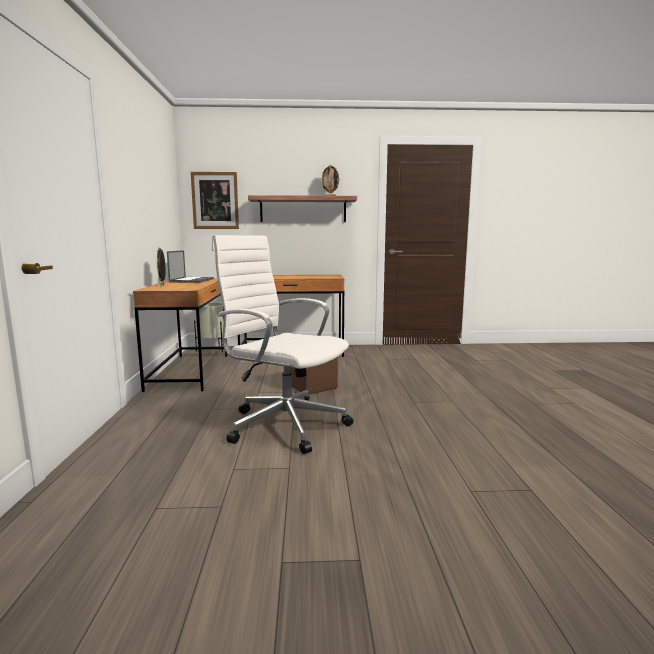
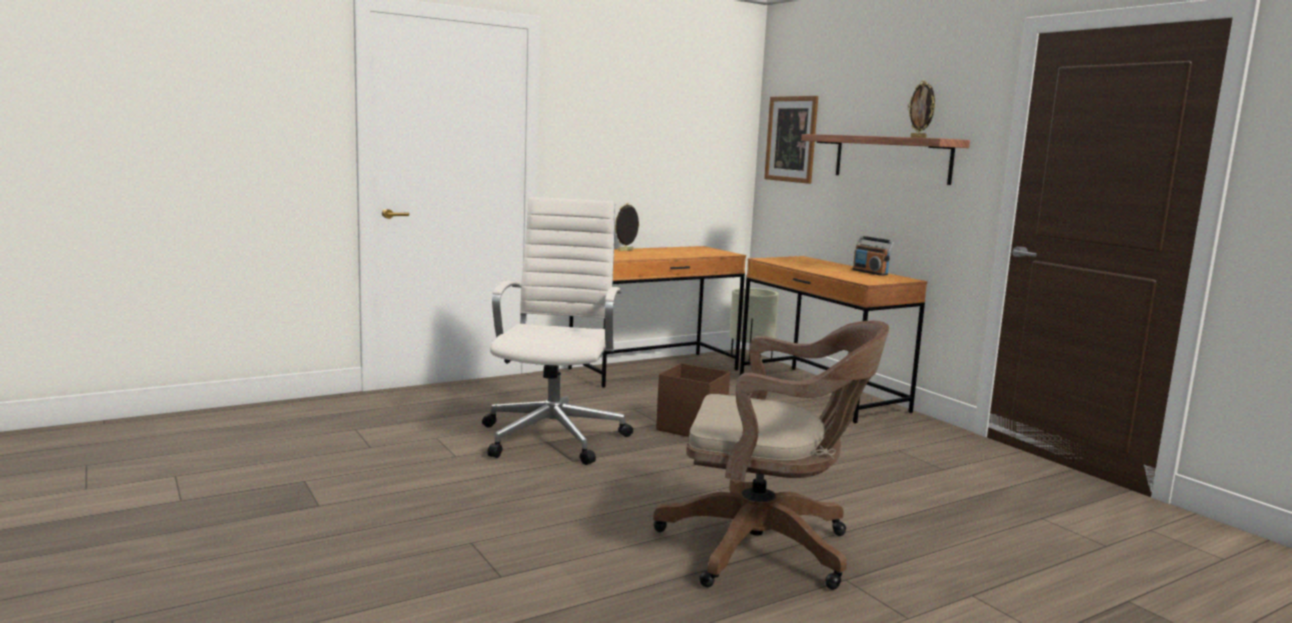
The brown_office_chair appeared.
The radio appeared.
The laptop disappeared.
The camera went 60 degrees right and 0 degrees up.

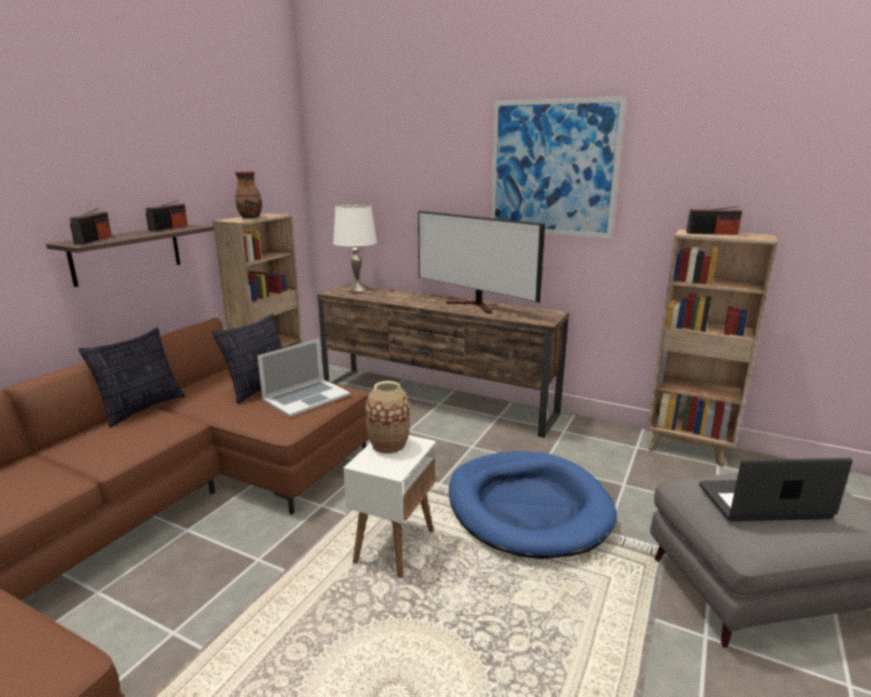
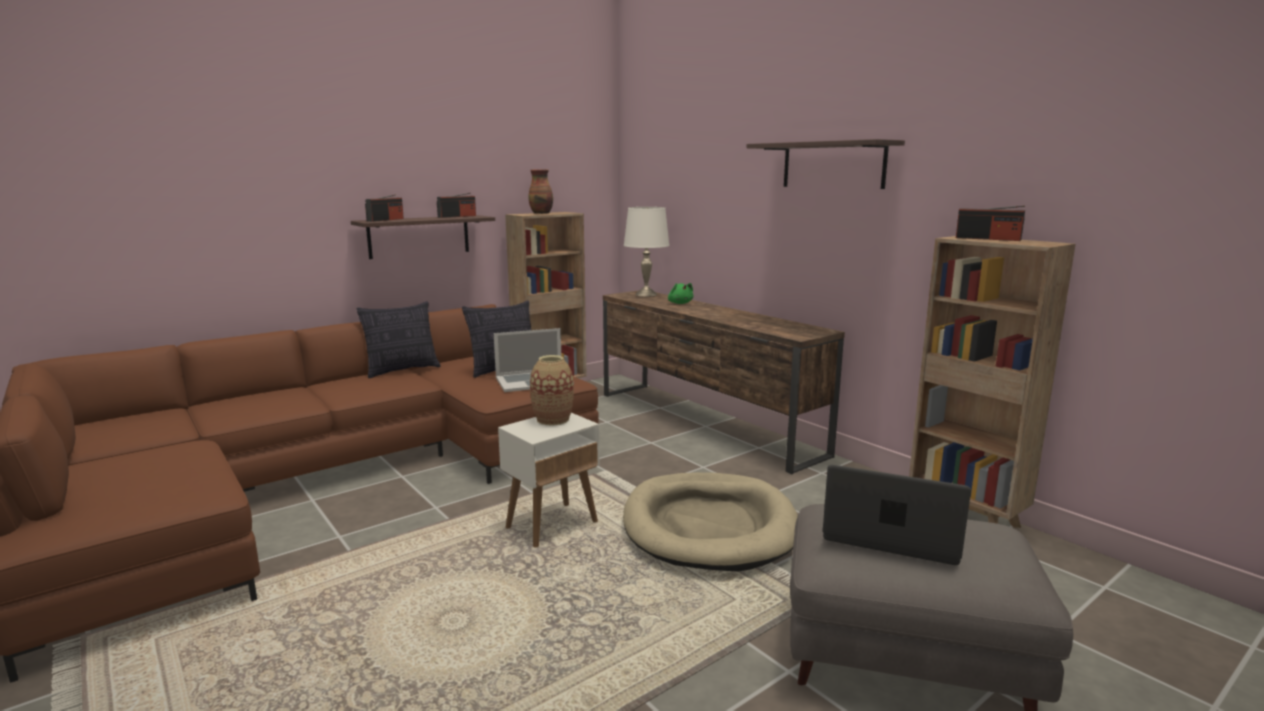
The blue_dog_bed became the beige_dog_bed.
The green_plush_toy appeared.
The picture was replaced by the shelf (2nd from left).
The television disappeared.
The camera went 25 degrees right and 5 degrees down.

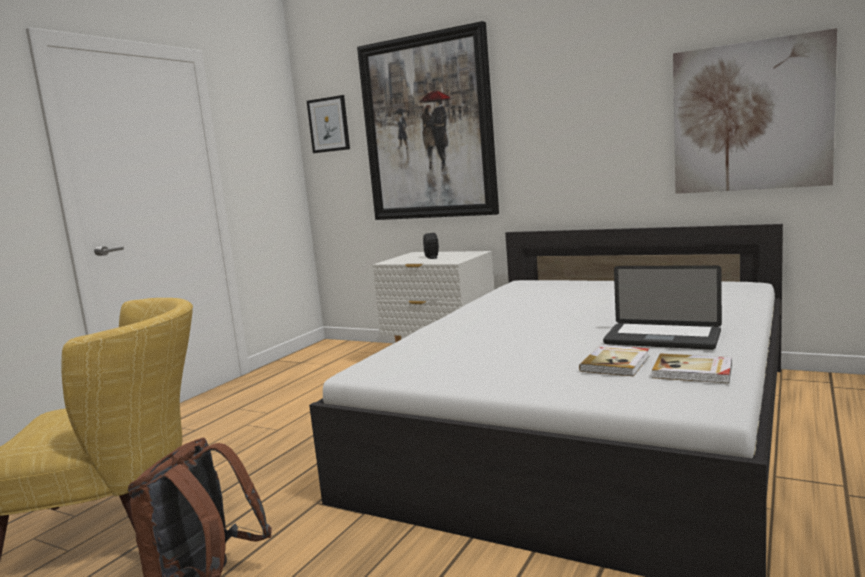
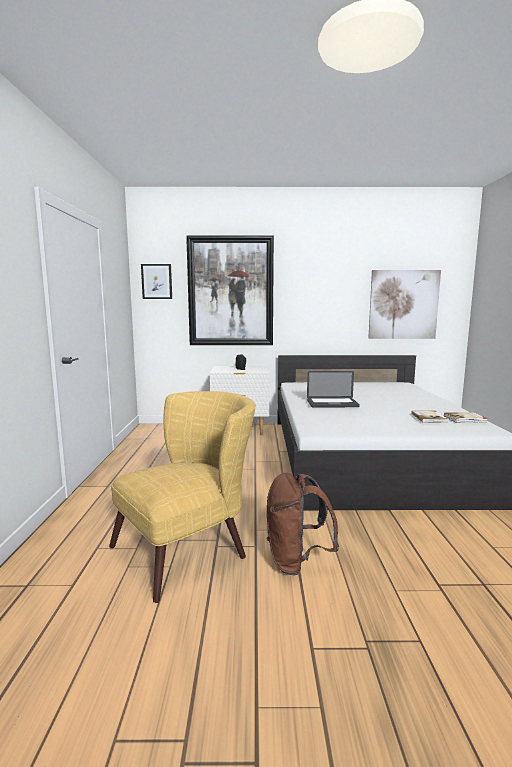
The laptop moved.
The camera went 30 degrees left and 0 degrees up.

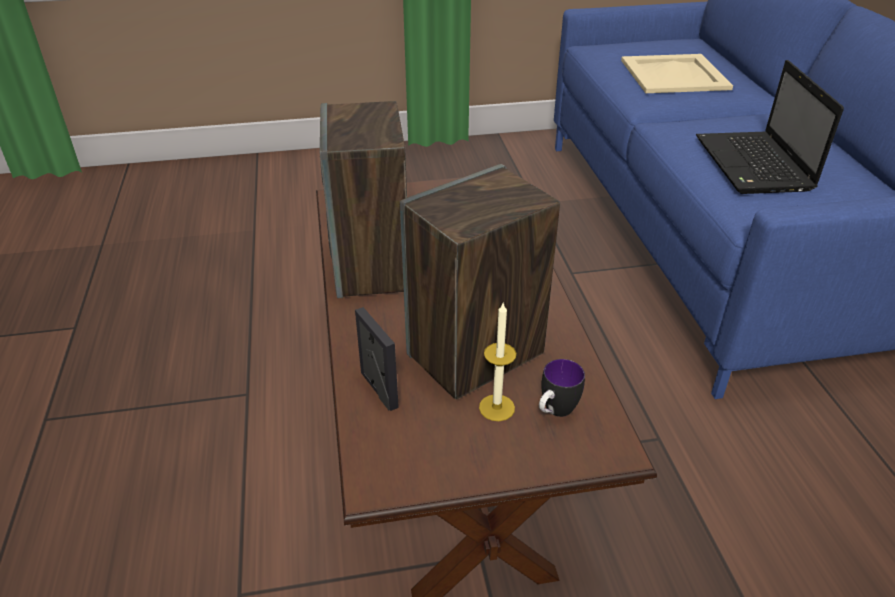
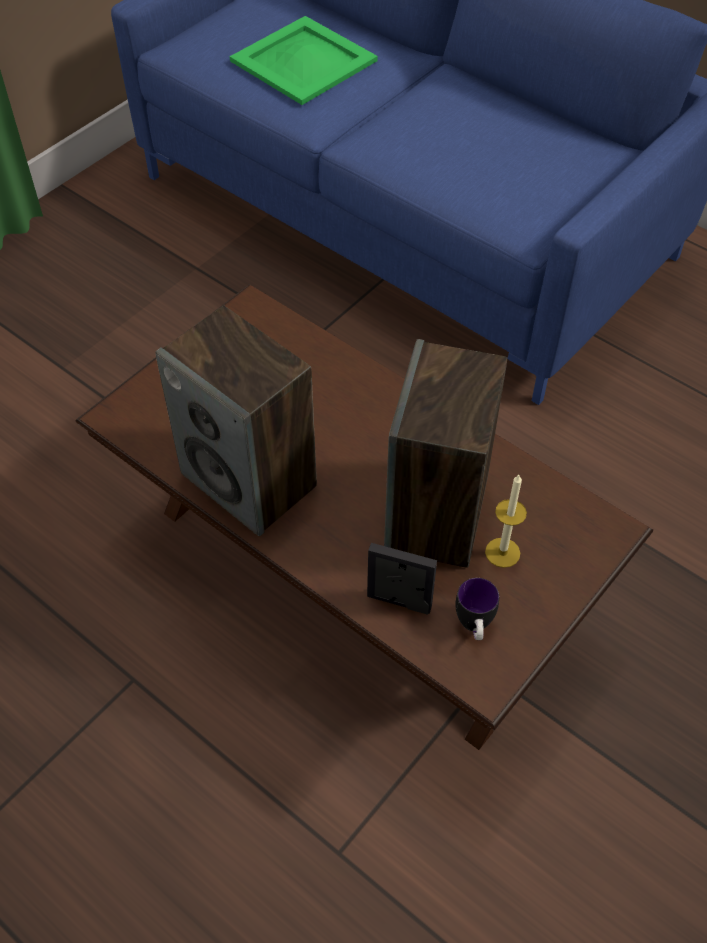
The beige_tray became the green_tray.
The mug moved.
The laptop disappeared.
The camera went 40 degrees left and 15 degrees up.

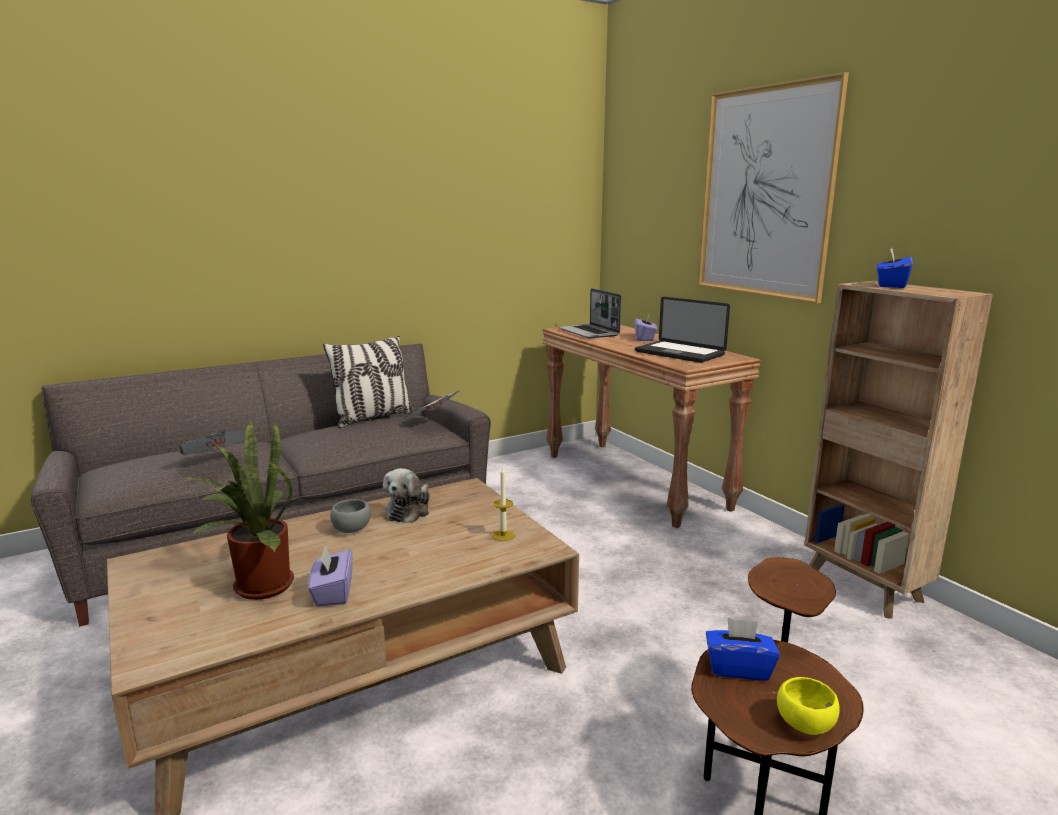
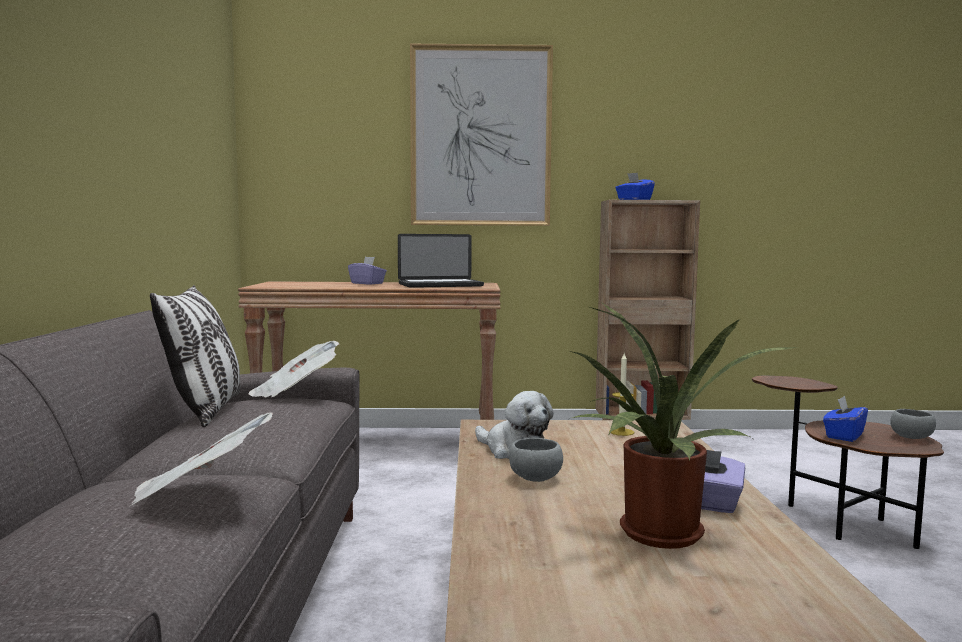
The yellow_bowl became the grey_bowl (2nd from left).
The laptop (1st from left) disappeared.
The camera went 60 degrees left and 10 degrees down.

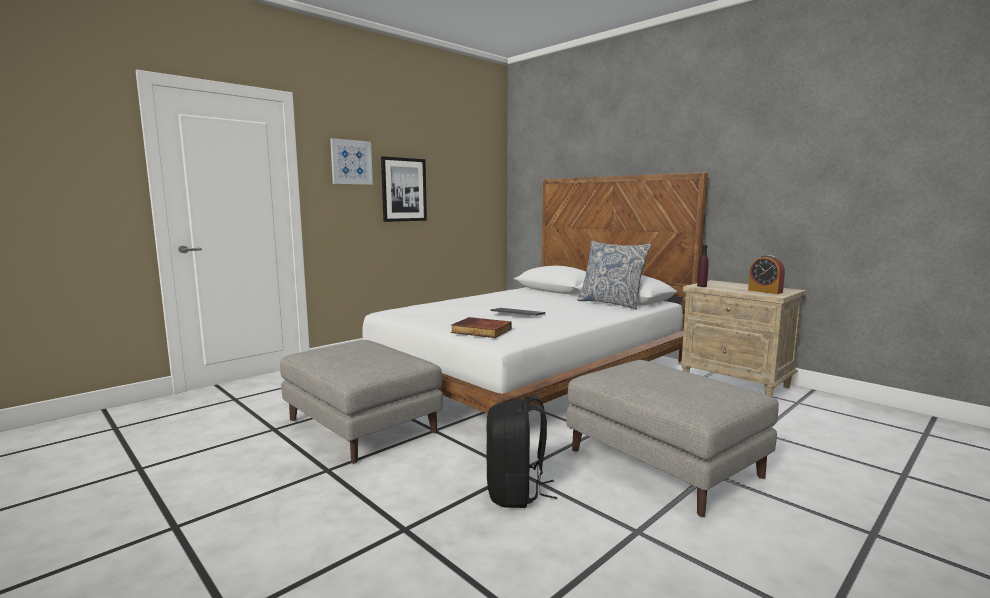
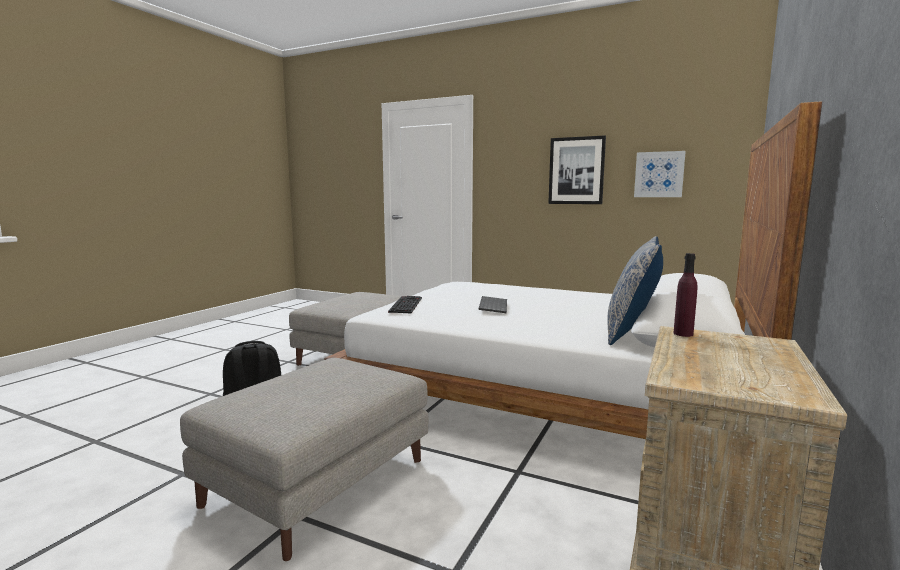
The book was replaced by the keyboard (1st from left).
The picture (1st from left in the first image) moved.
The alarm_clock disappeared.
The camera went 70 degrees right and 0 degrees up.

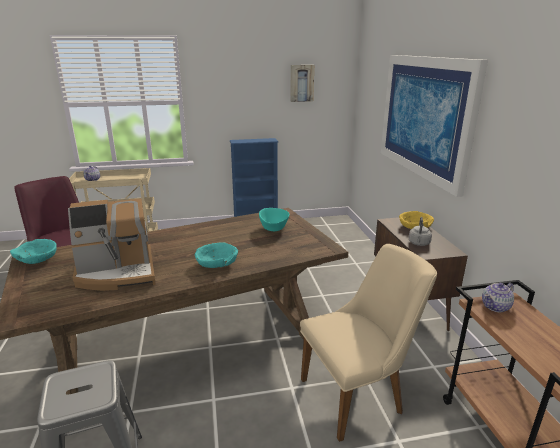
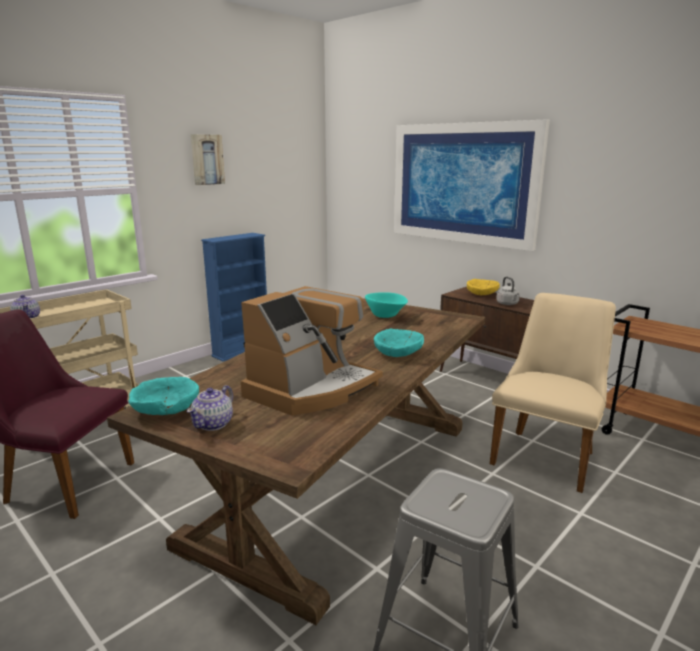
The teapot (2nd from left) moved.
The picture (1st from left) moved.
The camera went 35 degrees left and 5 degrees down.

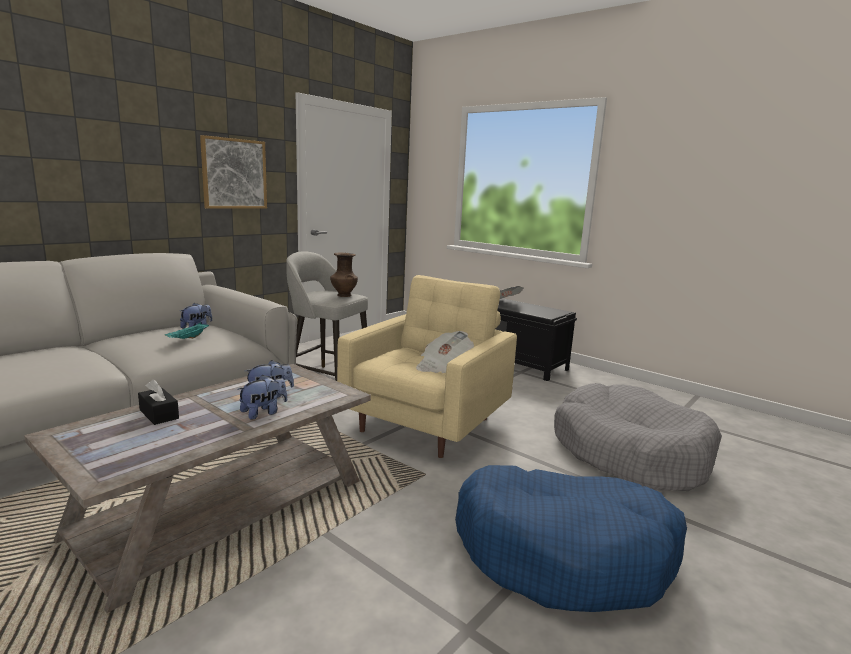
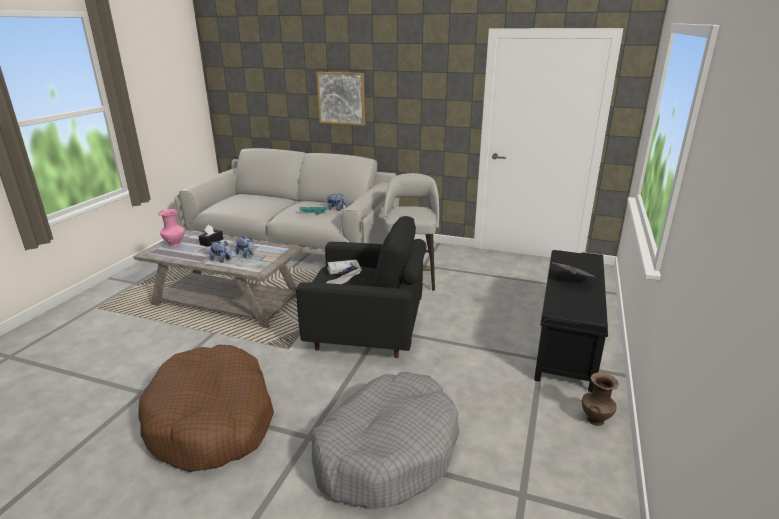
The blue_dog_bed became the brown_dog_bed.
The pink_vase appeared.
The beige_armchair became the black_armchair.
The picture moved.
The white_book appeared.
The brown_vase moved.
The camera went 70 degrees right and 10 degrees up.

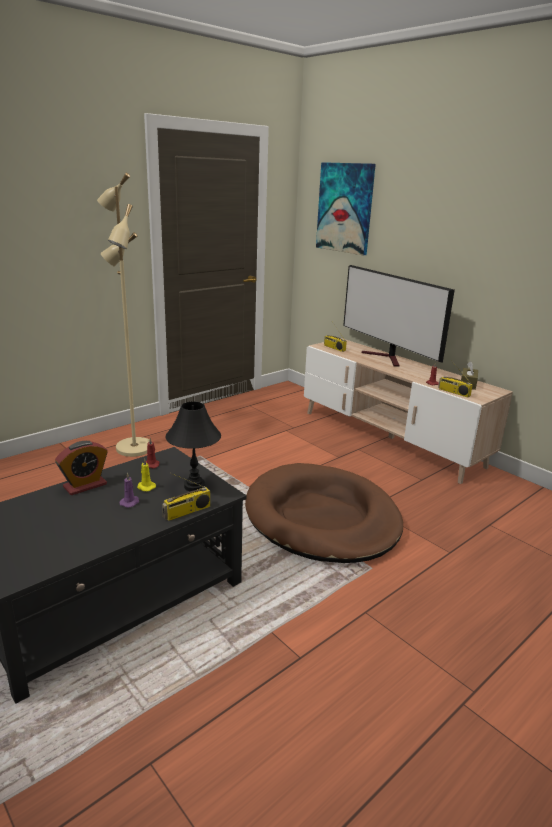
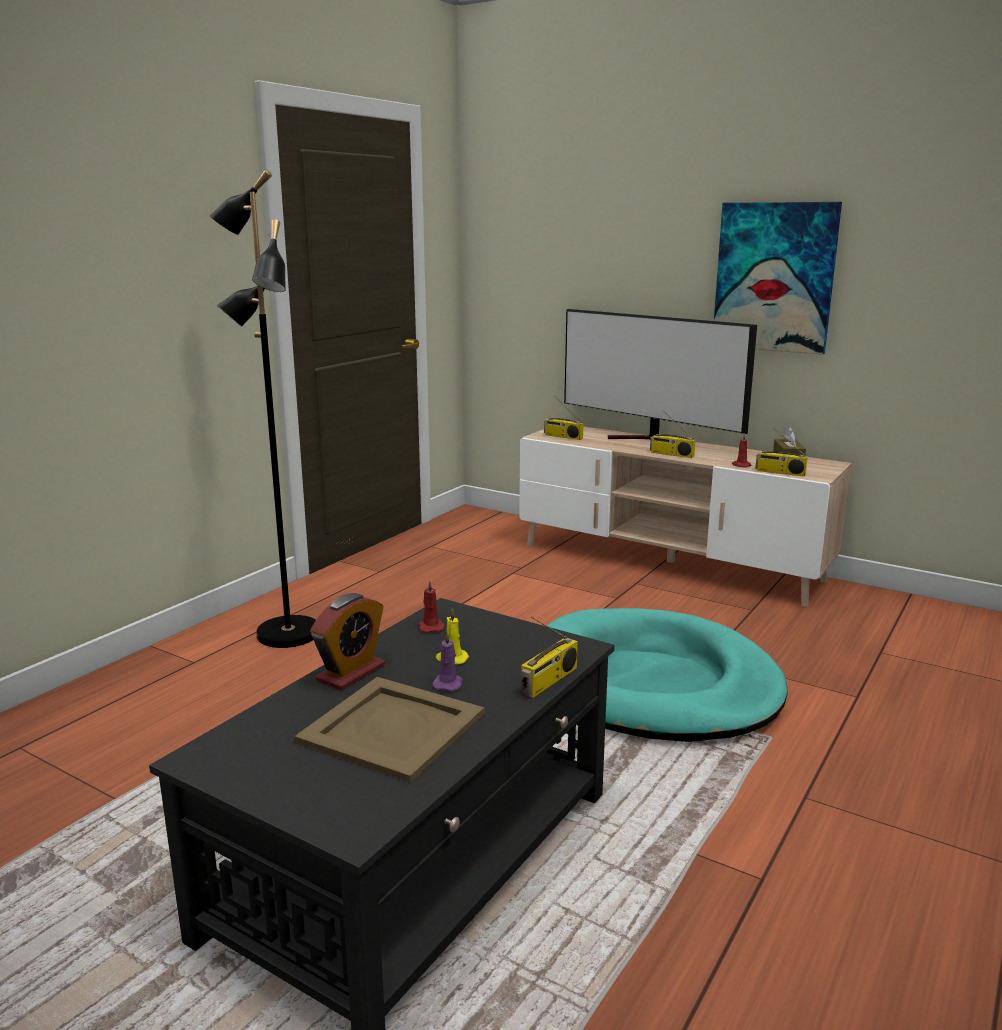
The beige_floor_lamp became the black_floor_lamp.
The beige_tray appeared.
The brown_dog_bed became the turquoise_dog_bed.
The radio (3rd from left) appeared.
The picture moved.
The black_table_lamp disappeared.
The camera went 15 degrees left and 5 degrees down.

